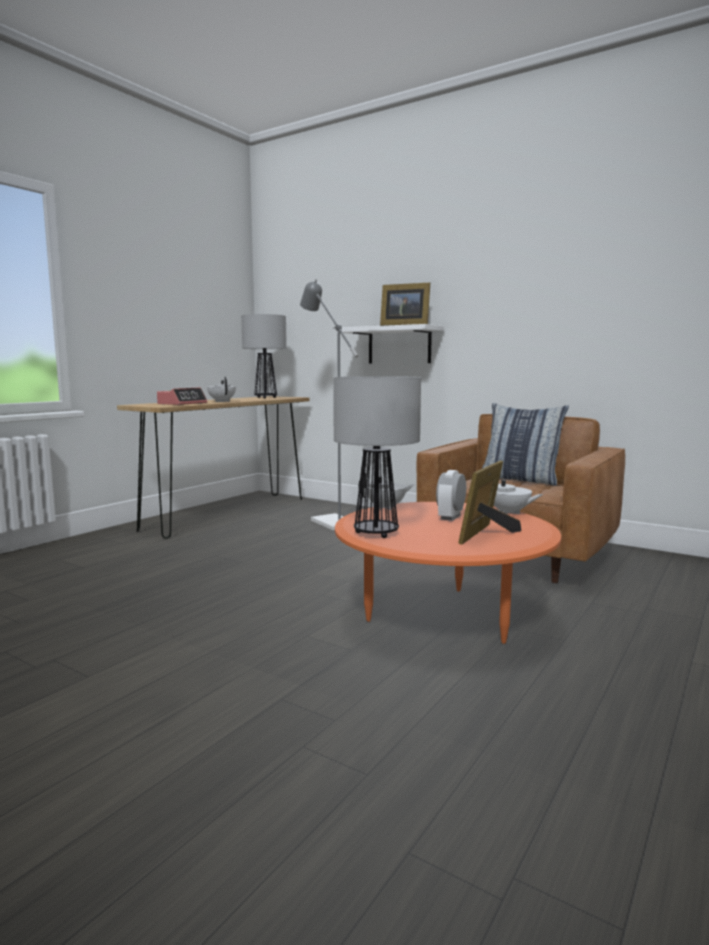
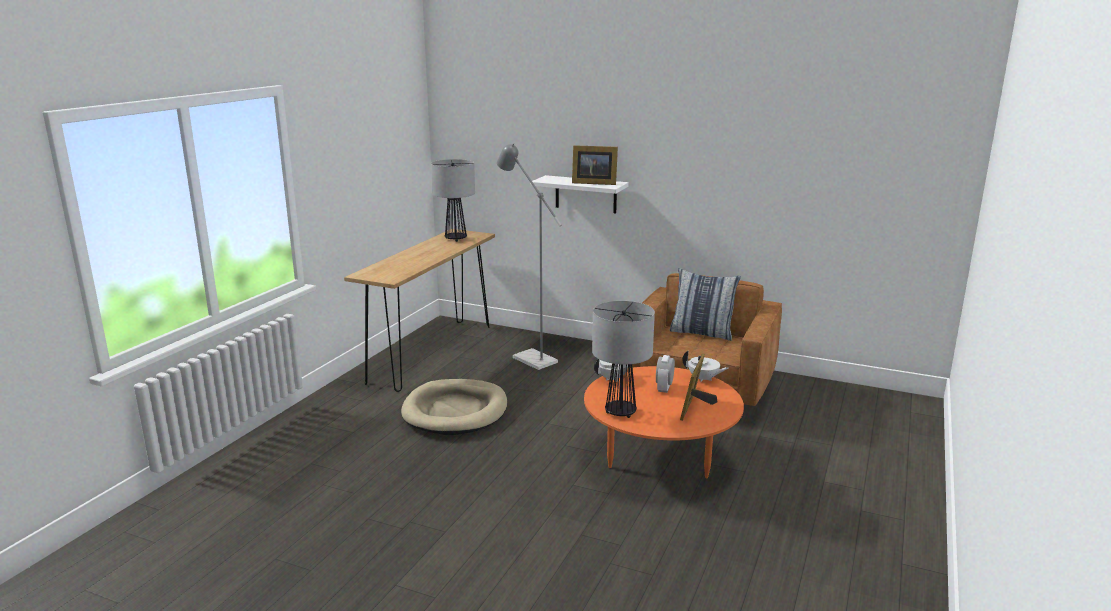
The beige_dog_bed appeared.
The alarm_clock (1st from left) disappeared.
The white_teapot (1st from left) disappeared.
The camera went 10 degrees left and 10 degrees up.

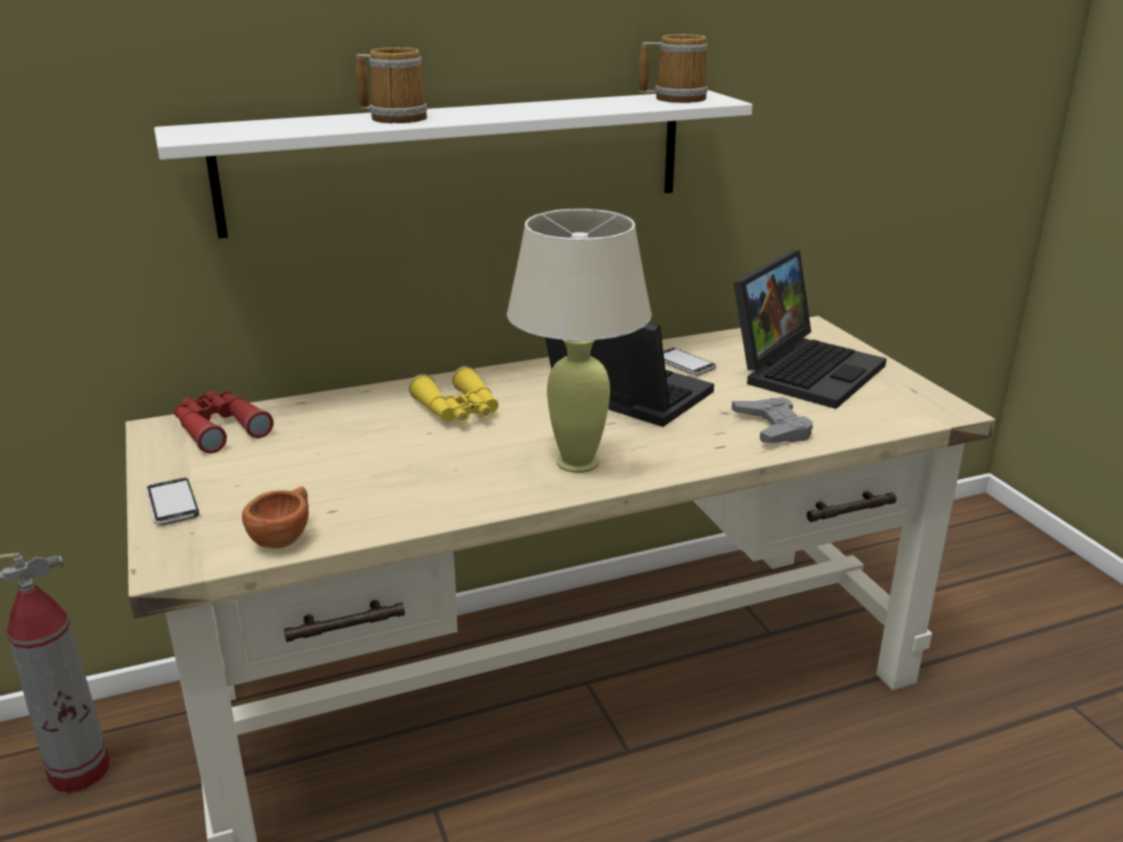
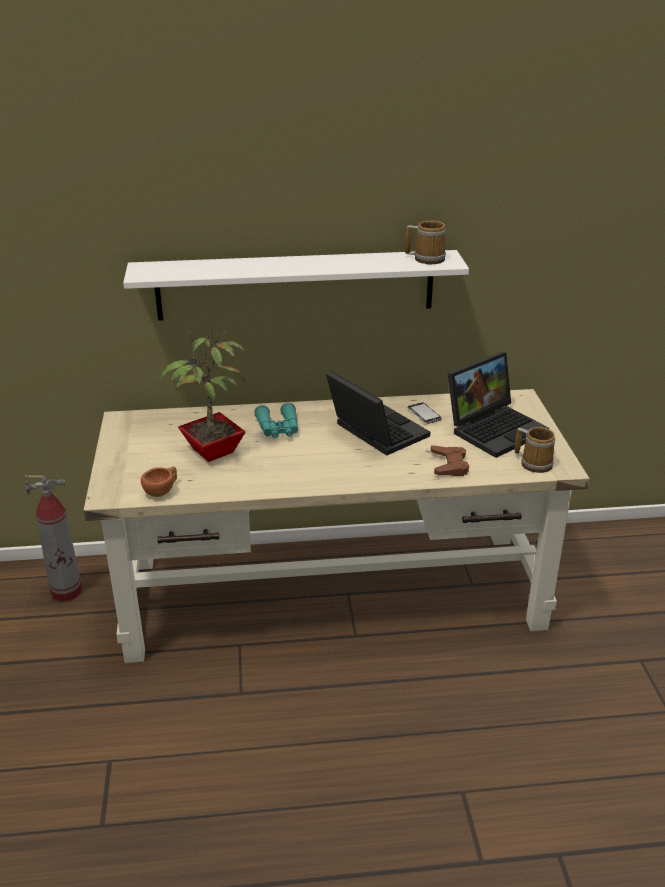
The potted_plant appeared.
The yellow_binoculars became the turquoise_binoculars.
The grey_game_controller became the brown_game_controller.
The mug (1st from left in the first image) moved.
The phone (1st from left) disappeared.
The red_binoculars disappeared.
The beige_table_lamp disappeared.
The camera went 15 degrees right and 5 degrees up.

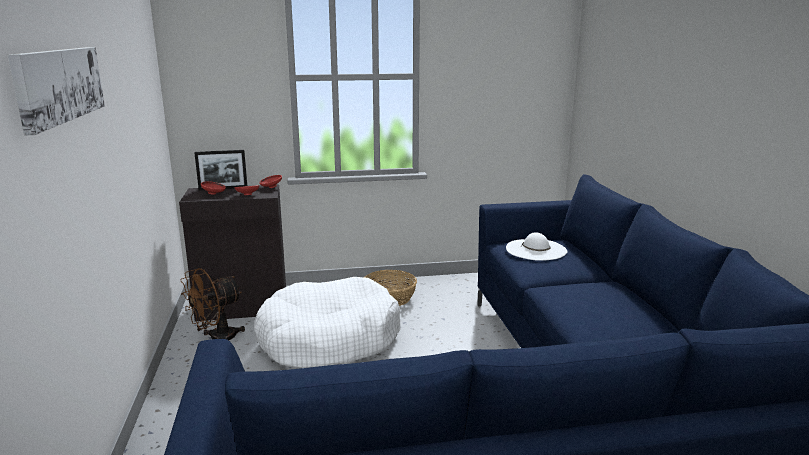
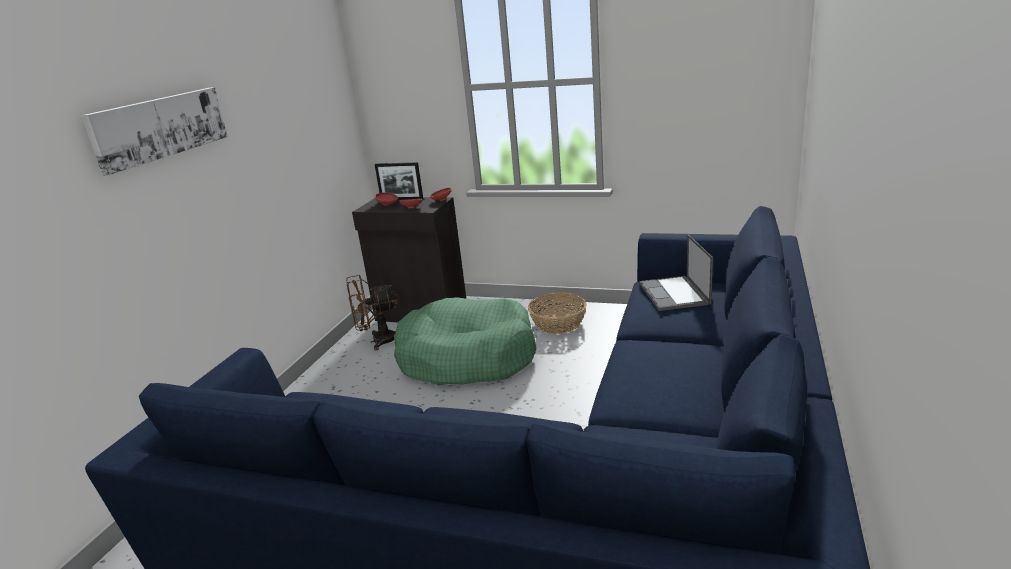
The white_dog_bed became the green_dog_bed.
The white_hat was replaced by the laptop.
The camera went 30 degrees right and 5 degrees up.

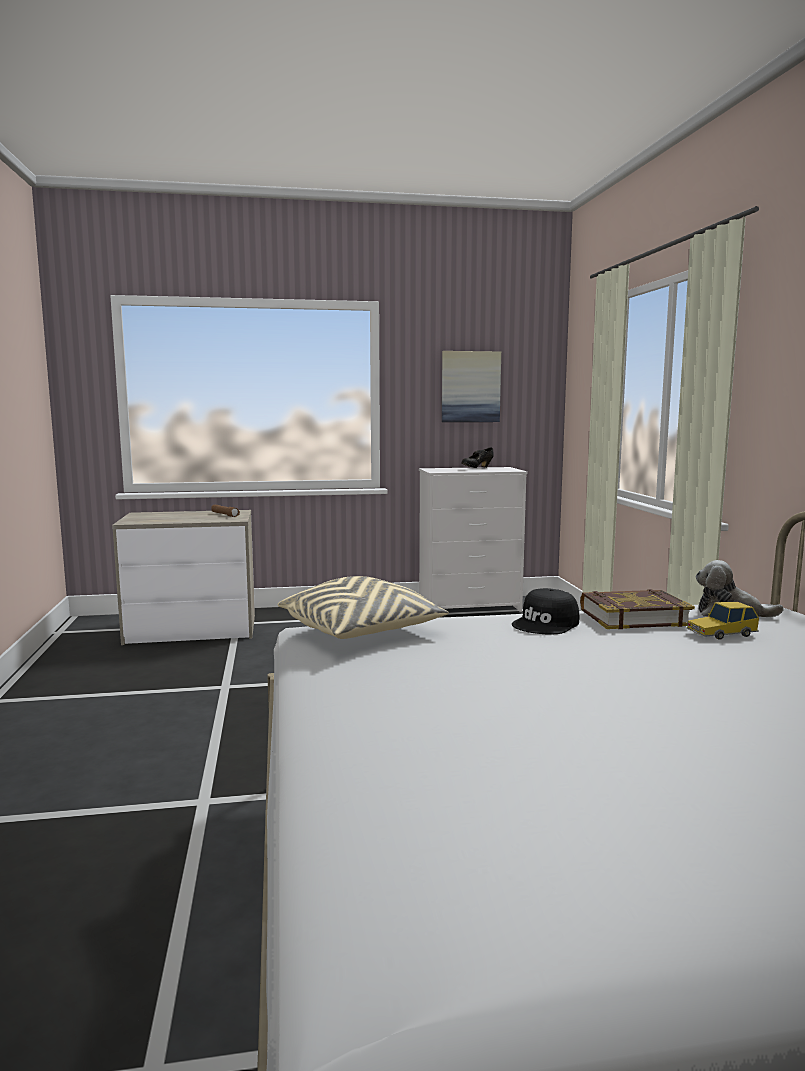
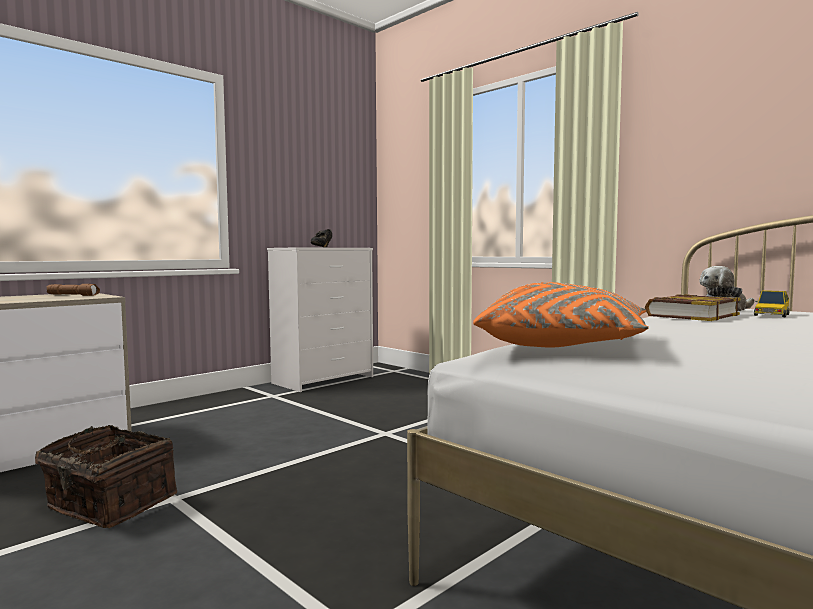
The basket appeared.
The beige_pillow became the orange_pillow.
The picture disappeared.
The black_cap disappeared.
The camera went 35 degrees left and 5 degrees down.

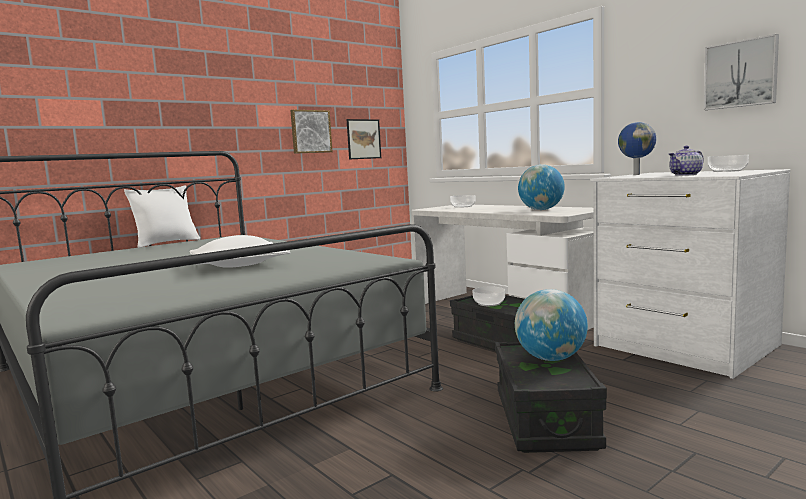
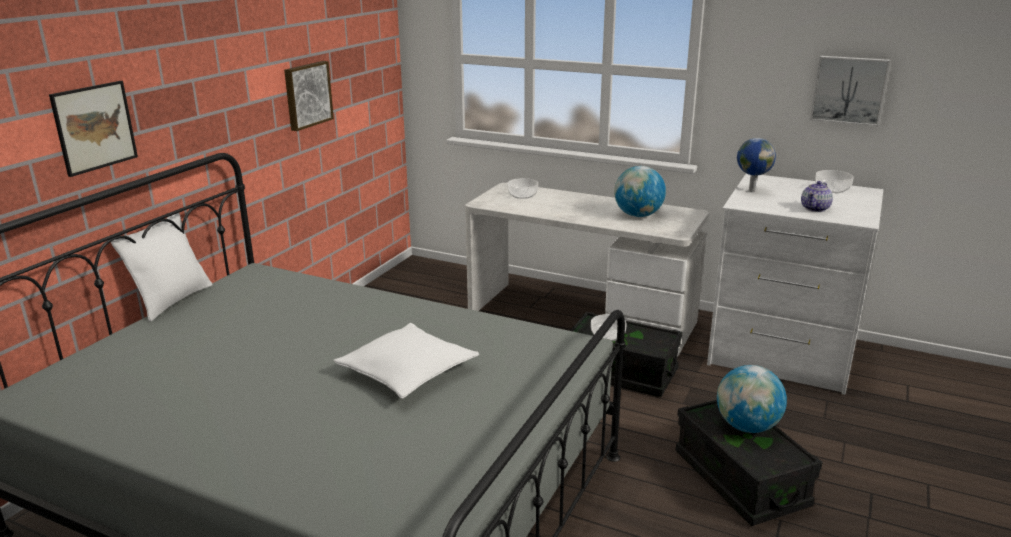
The picture (2nd from left in the first image) moved.
The camera went 25 degrees left and 15 degrees up.

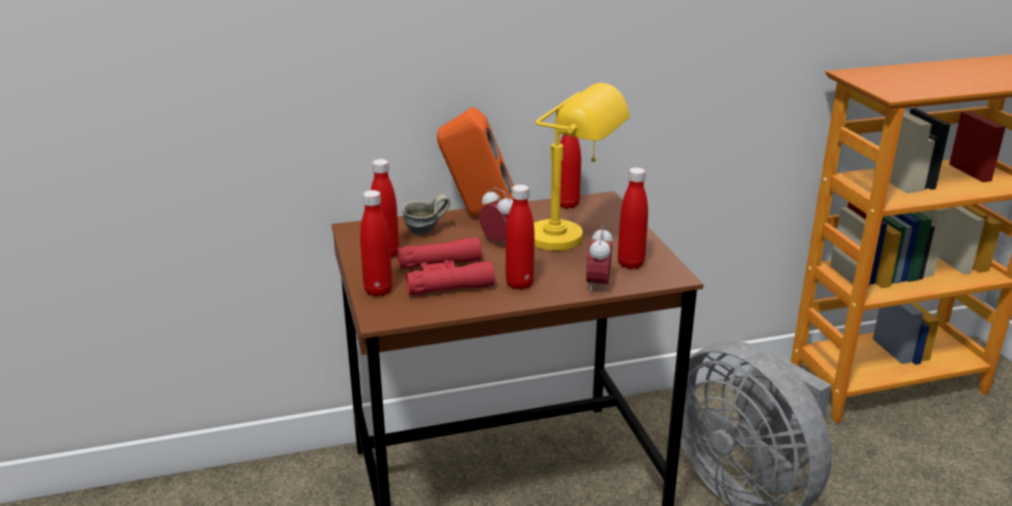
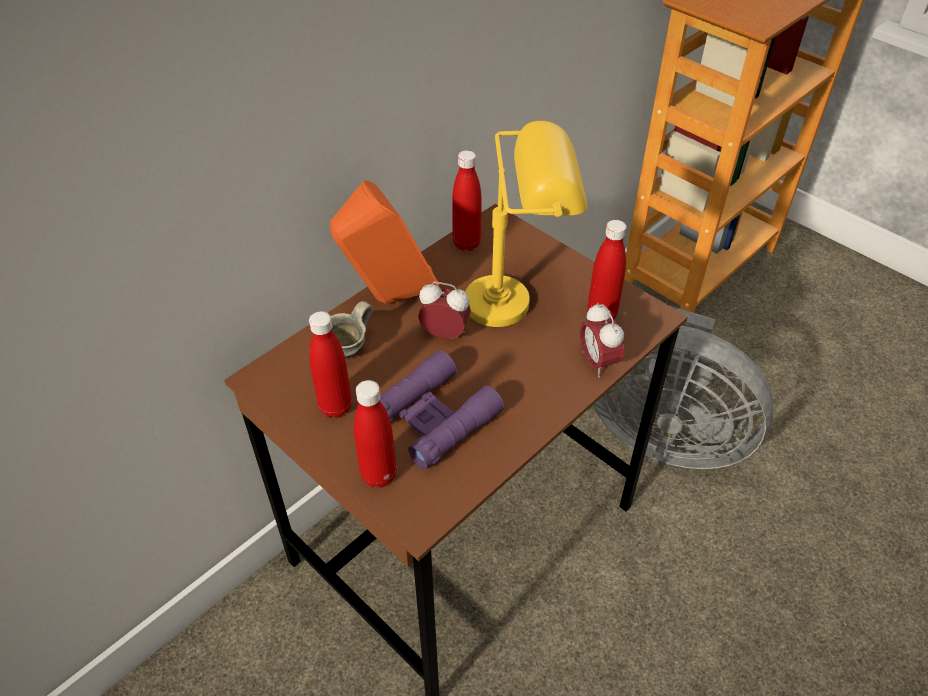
The red_binoculars became the purple_binoculars.
The red_bottle (3rd from left) disappeared.
The camera went 30 degrees left and 20 degrees up.

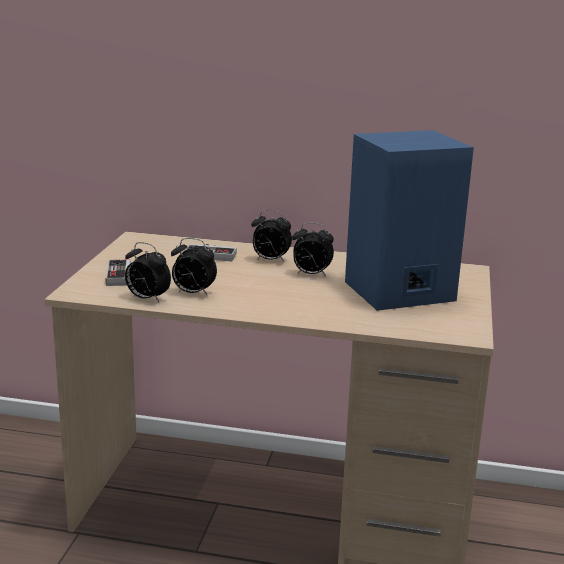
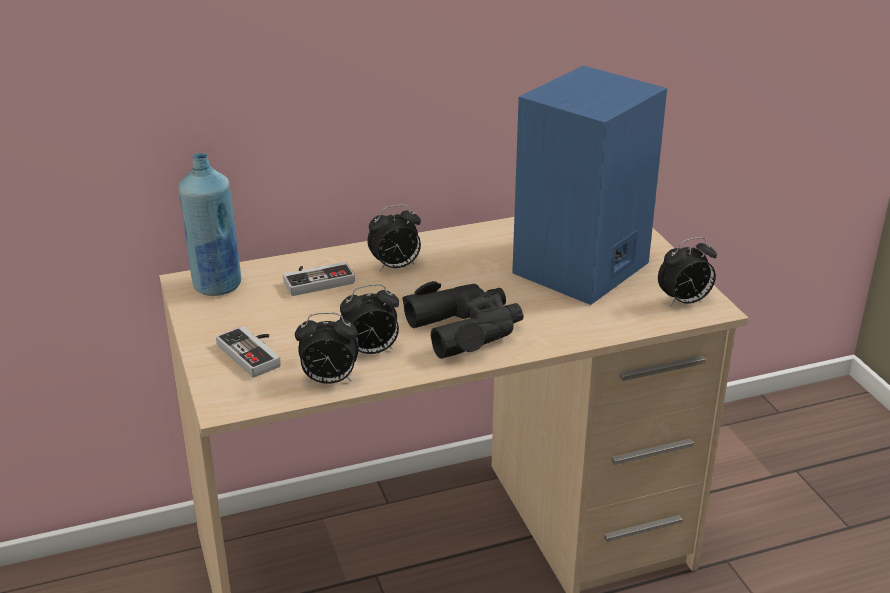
The blue_bottle appeared.
The black_binoculars appeared.
The alarm_clock (4th from left) moved.
The camera went 30 degrees left and 10 degrees up.

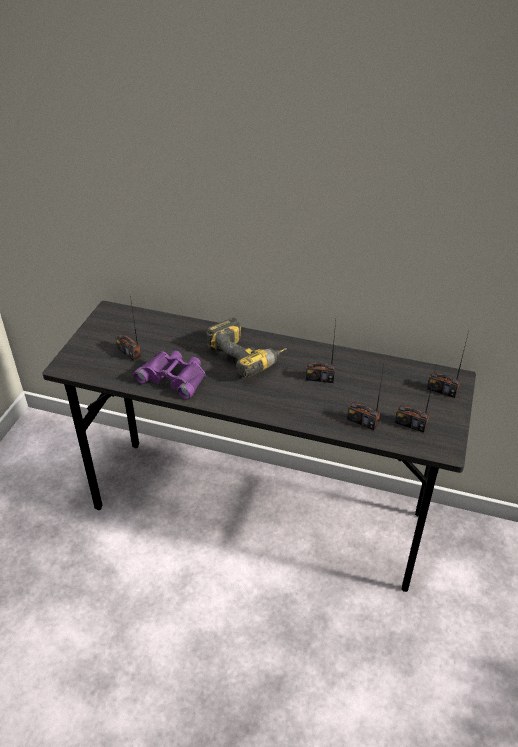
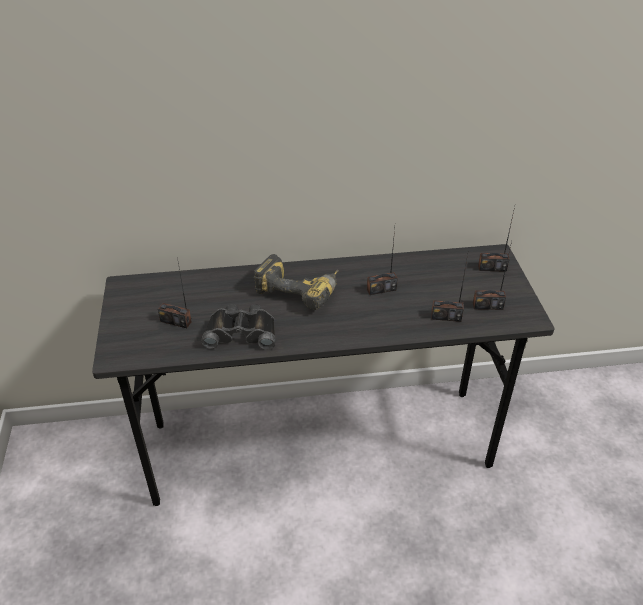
The purple_binoculars became the black_binoculars.
The camera went 25 degrees left and 0 degrees up.

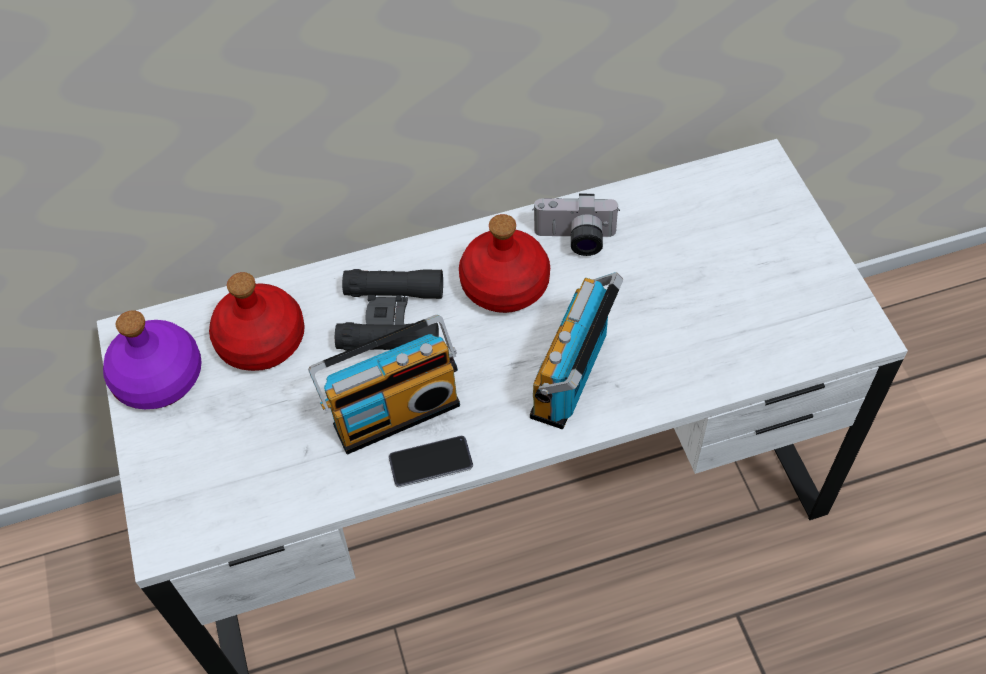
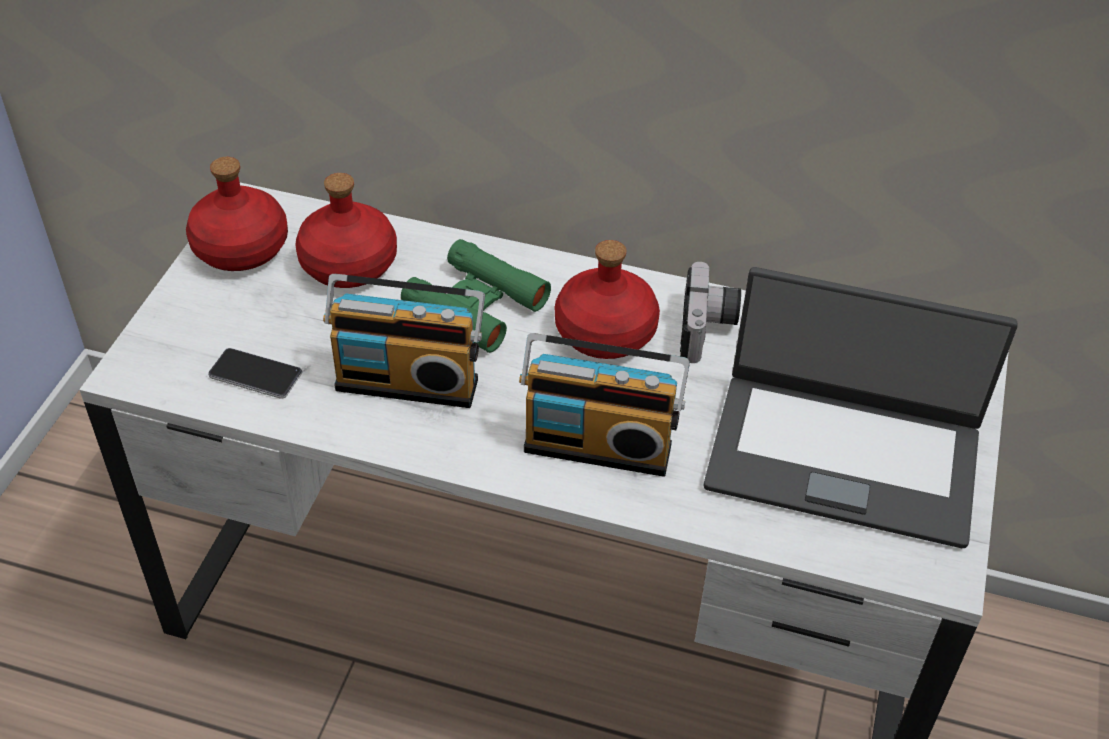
The purple_bottle became the red_bottle (1st from left).
The phone moved.
The black_binoculars became the green_binoculars.
The radio (2nd from left) turned 135 degrees counterclockwise.
The photo_camera turned 120 degrees counterclockwise.
The laptop appeared.
The camera went 30 degrees right and 10 degrees down.

